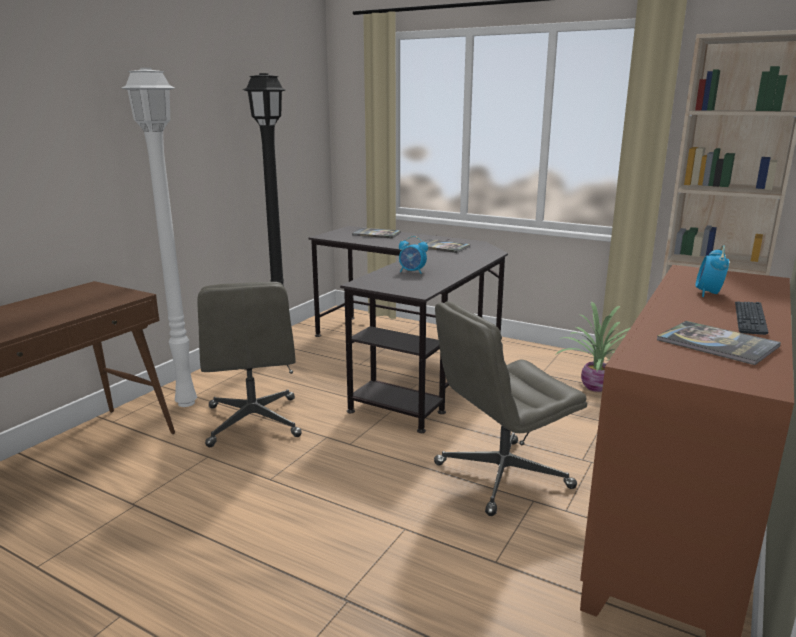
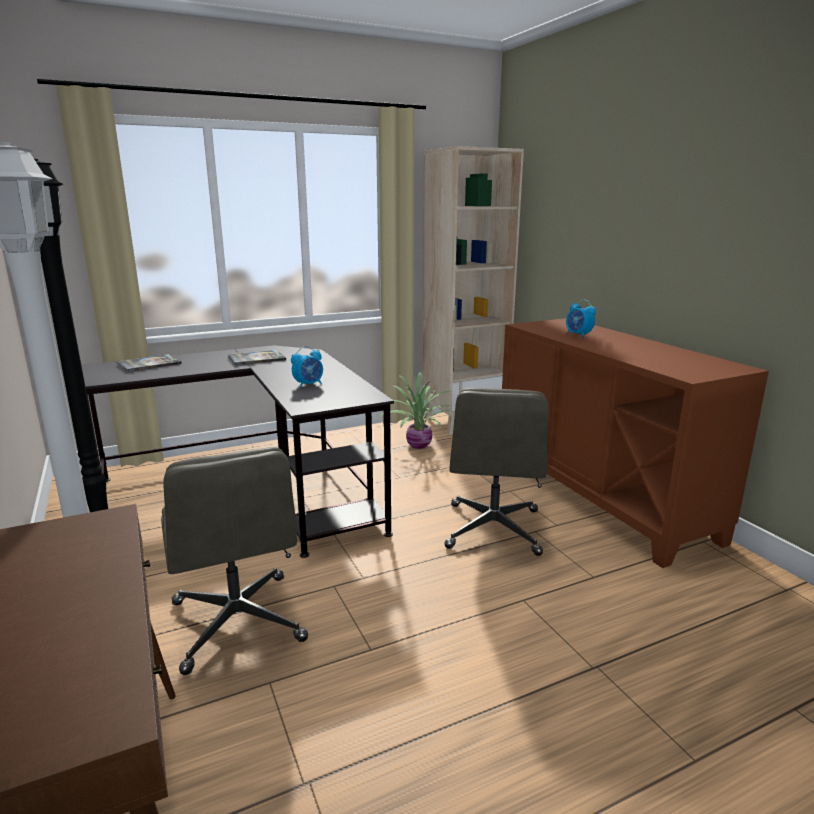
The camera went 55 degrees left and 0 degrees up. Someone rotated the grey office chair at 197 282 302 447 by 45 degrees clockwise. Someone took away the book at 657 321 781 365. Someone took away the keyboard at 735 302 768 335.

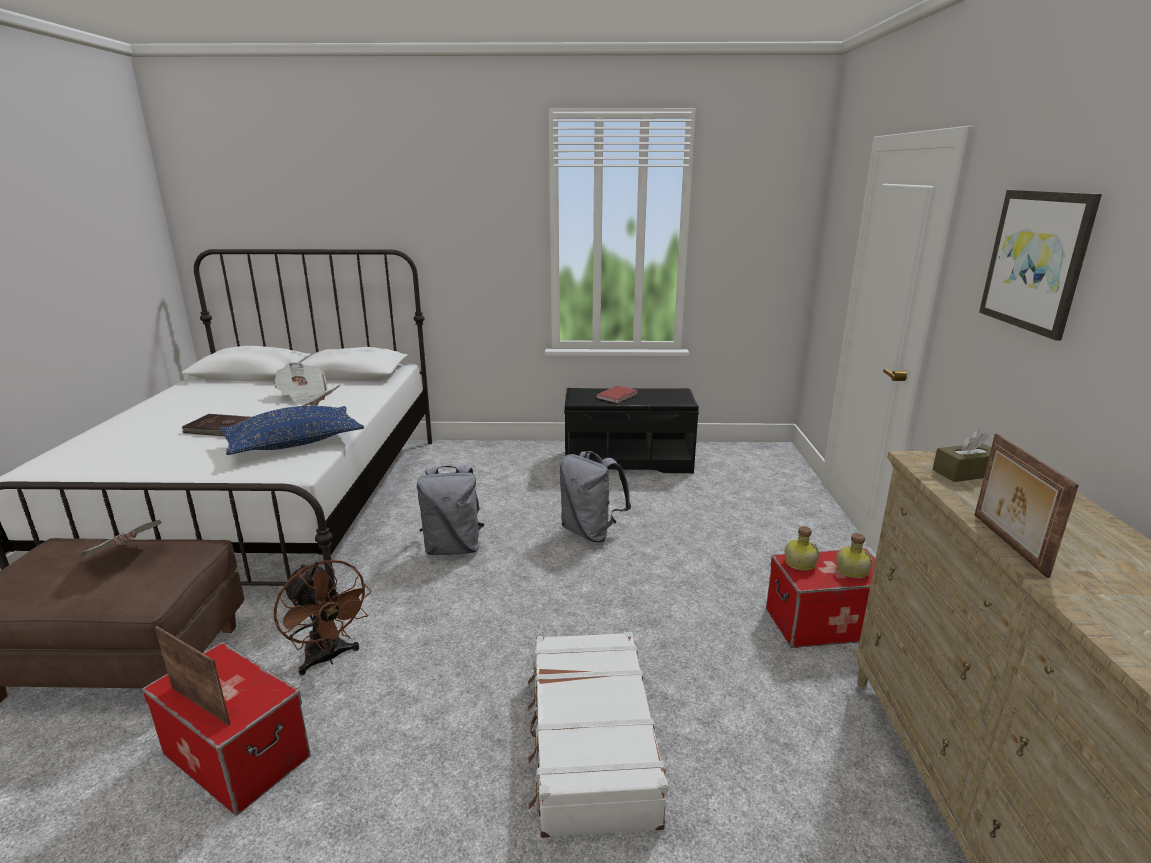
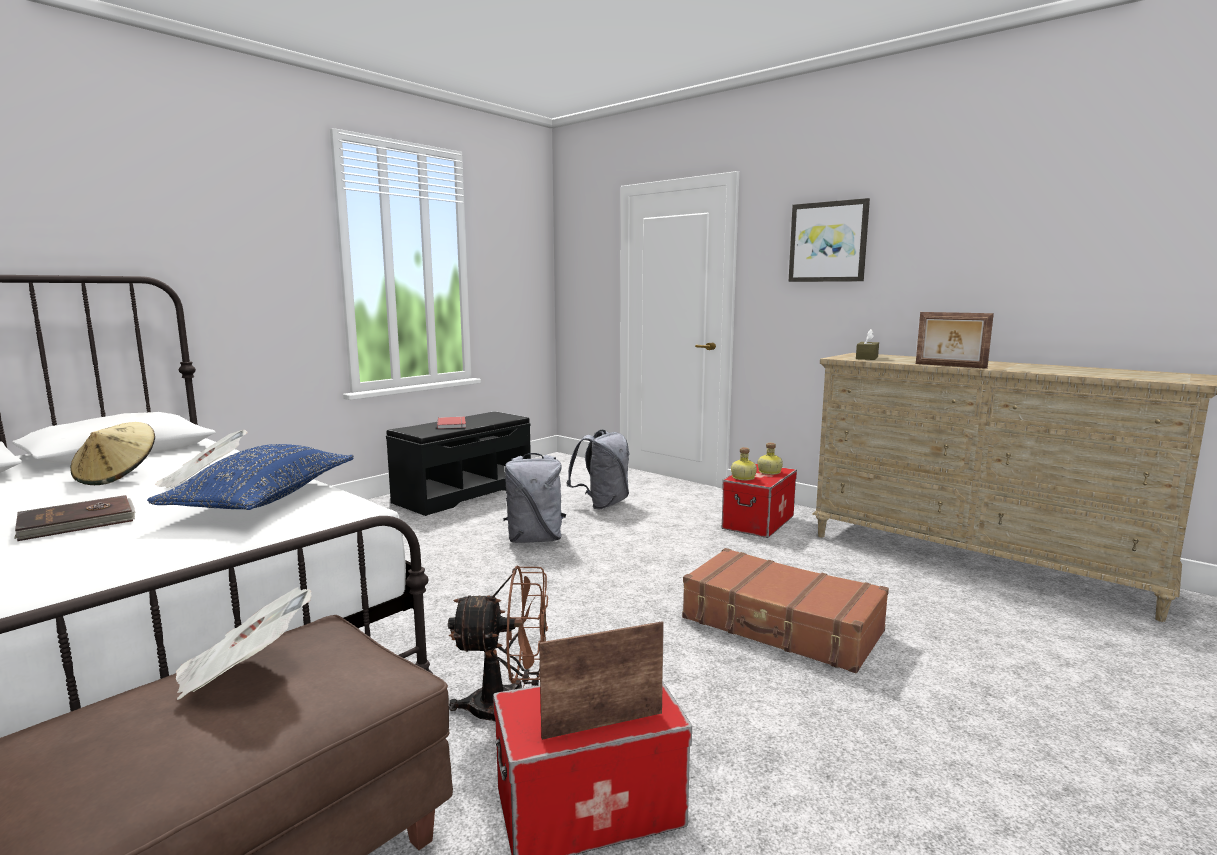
The camera went 50 degrees left and 10 degrees down. Someone swapped the newspaper at 274 362 327 405 for the beige hat at 70 422 155 485. Someone carried the grey backpack from 417 465 484 555 to 567 430 629 509. Someone repainted the white suitcase at 528 632 668 838, which became the brown suitcase at 682 548 889 673.

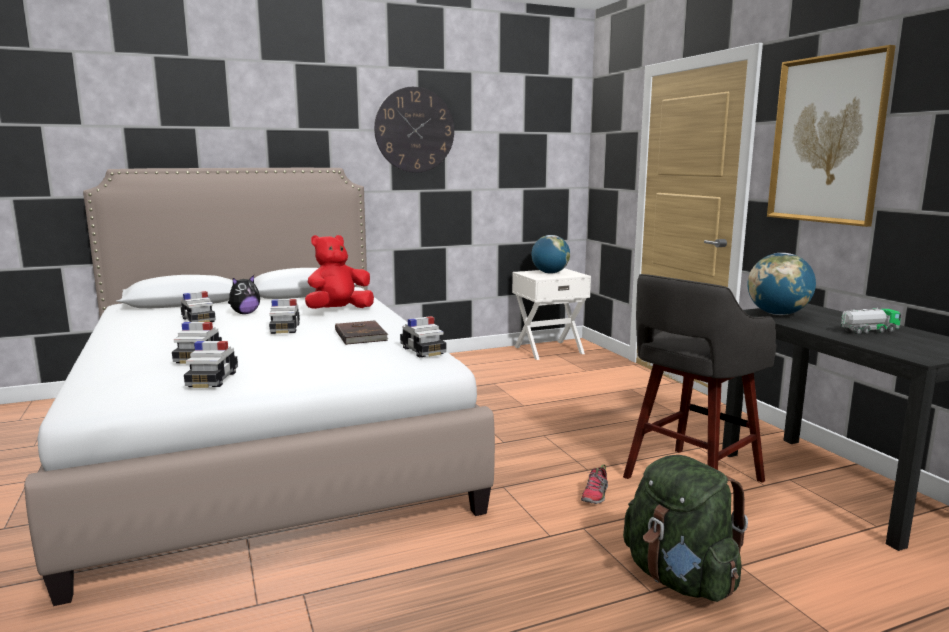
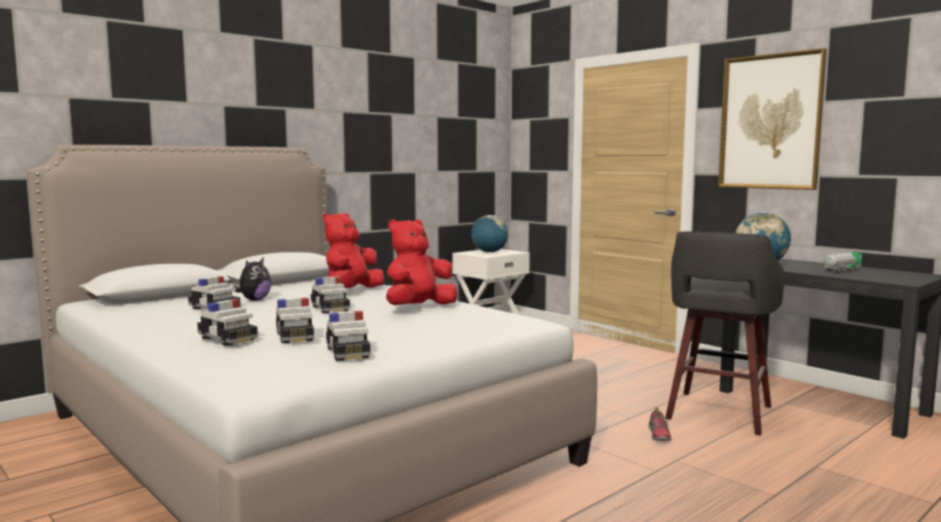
The camera went 20 degrees left and 5 degrees down. Someone swapped the brown book at 335 320 388 345 for the red plush toy at 386 219 458 305. Someone took away the wall clock at 374 87 454 173. Someone carried the toy car from 400 316 447 358 to 197 299 258 346. Someone took away the green backpack at 623 455 748 602.

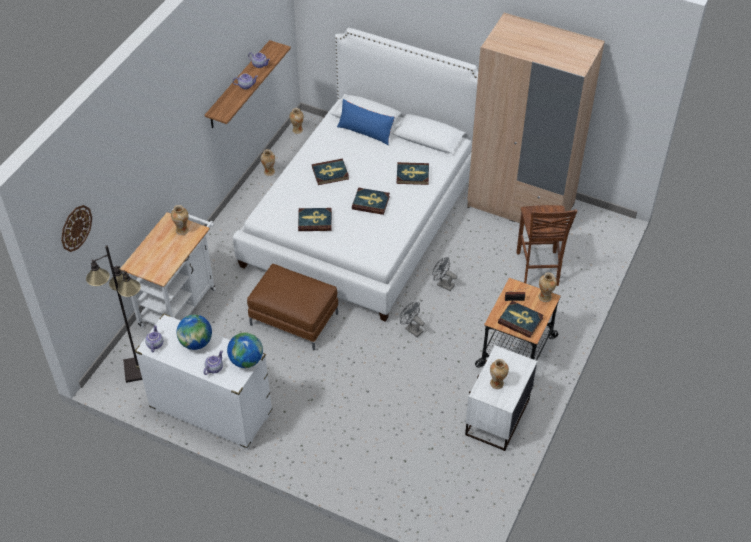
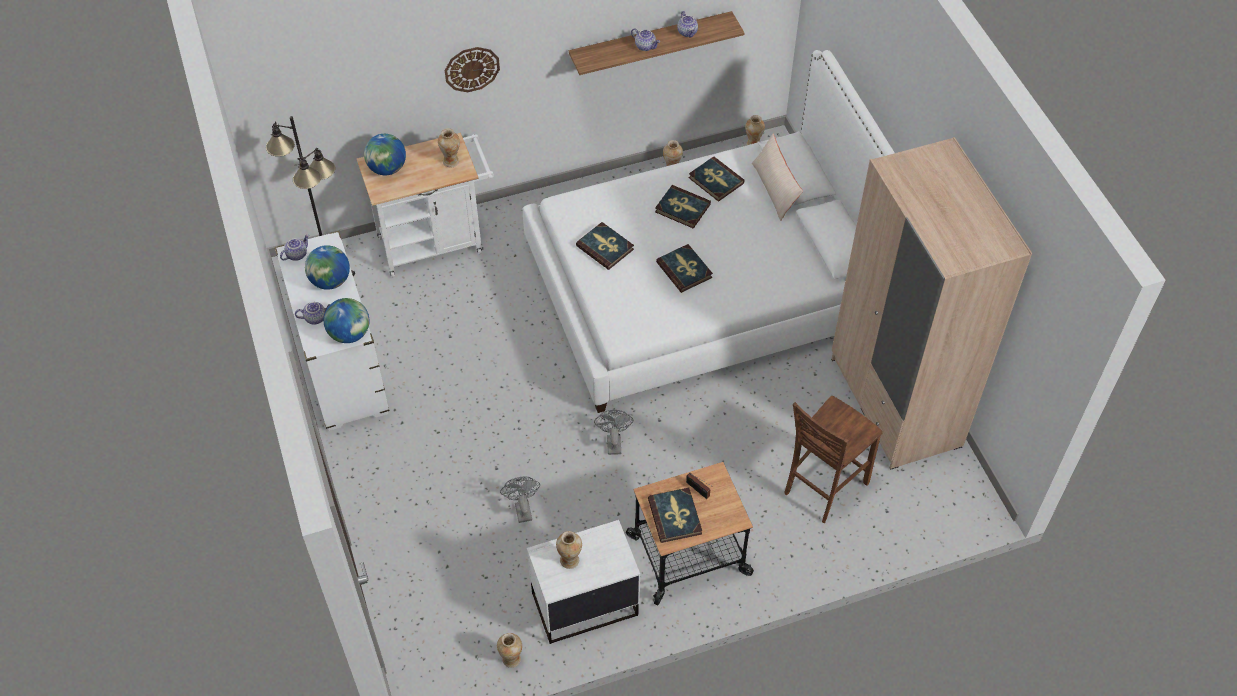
The camera went 45 degrees right and 5 degrees up. Someone carried the wall clock from 61 205 92 252 to 445 47 500 92. Someone took away the brown ottoman at 247 264 338 350. Someone repainted the blue pillow at 337 99 395 145, which became the beige pillow at 752 134 803 221. Someone carried the book from 397 162 429 185 to 689 156 745 202. Someone carried the grey fan from 432 257 457 291 to 500 477 540 523. Someone carried the vase from 538 272 557 302 to 497 633 522 668. Someone put down the globe at 364 134 406 175.

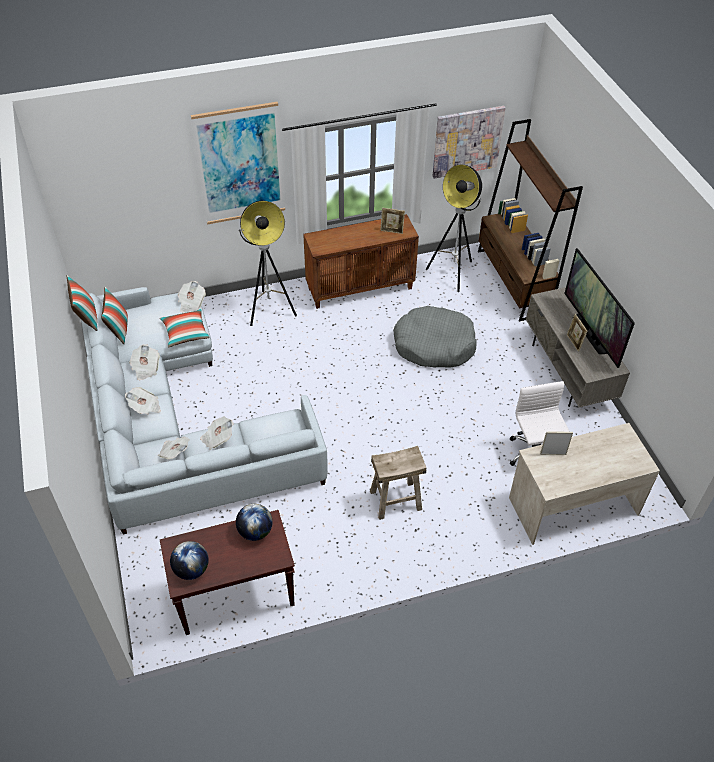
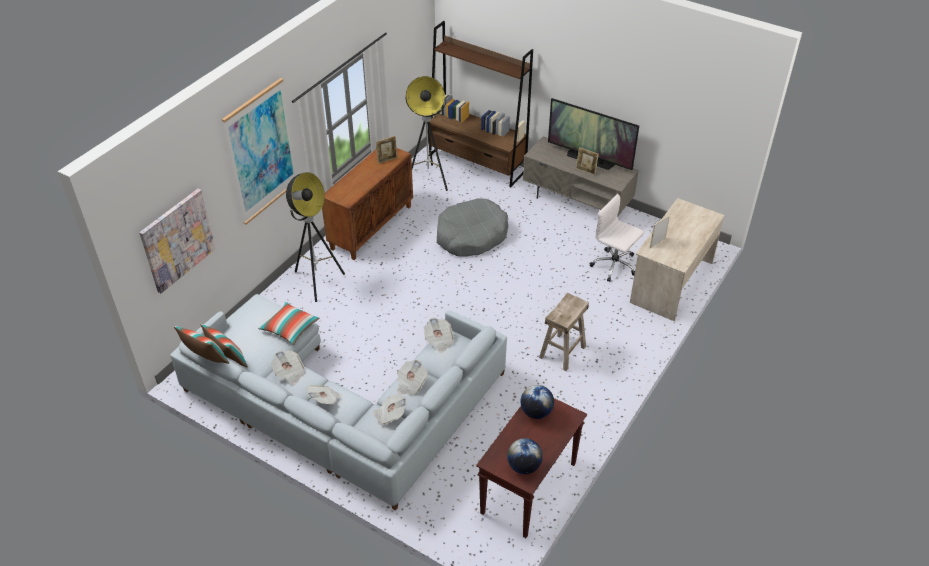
The camera went 40 degrees left and 5 degrees down. Someone carried the newspaper from 178 281 206 313 to 424 317 454 353. Someone carried the picture from 433 106 506 179 to 139 189 216 293.

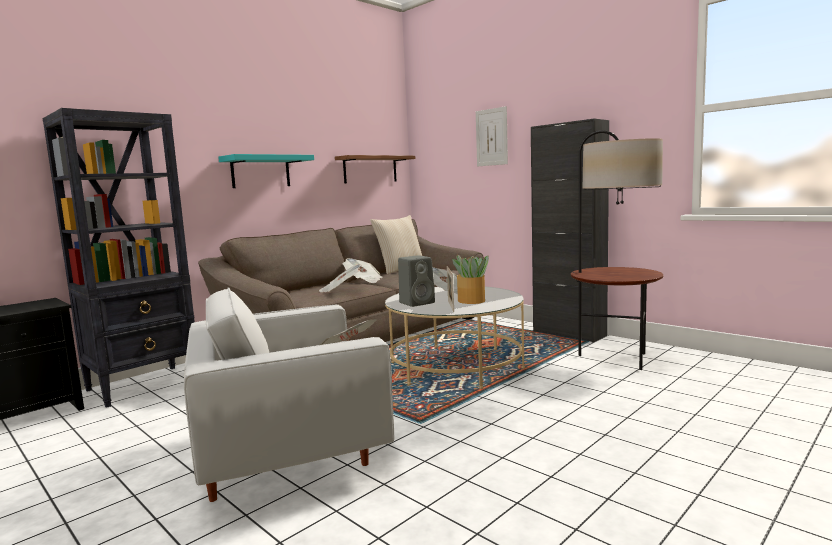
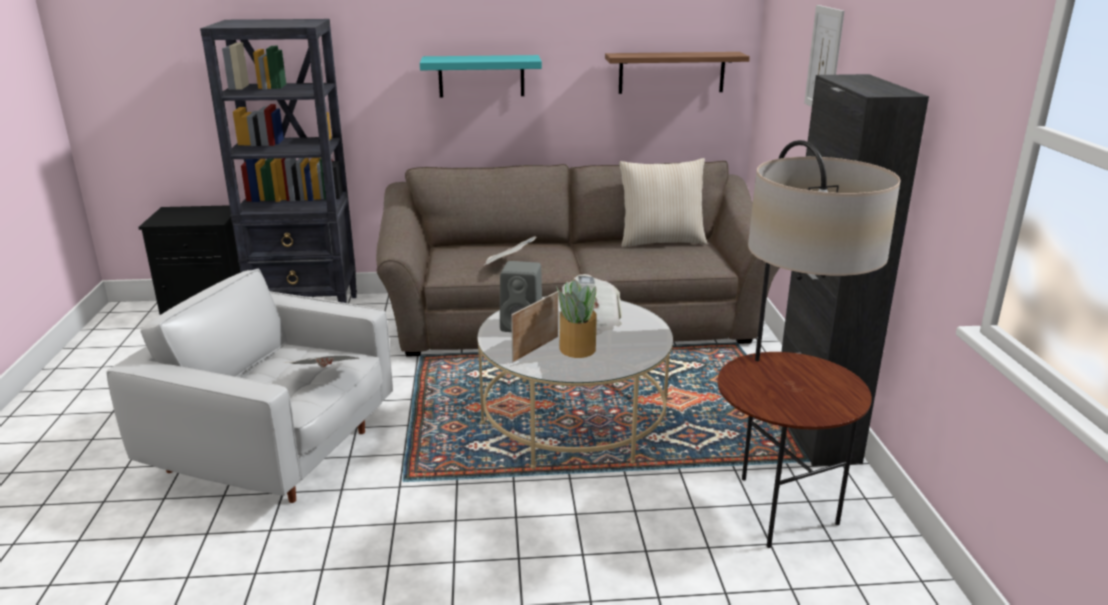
The camera went 40 degrees right and 15 degrees up. Someone took away the newspaper at 343 258 382 283.

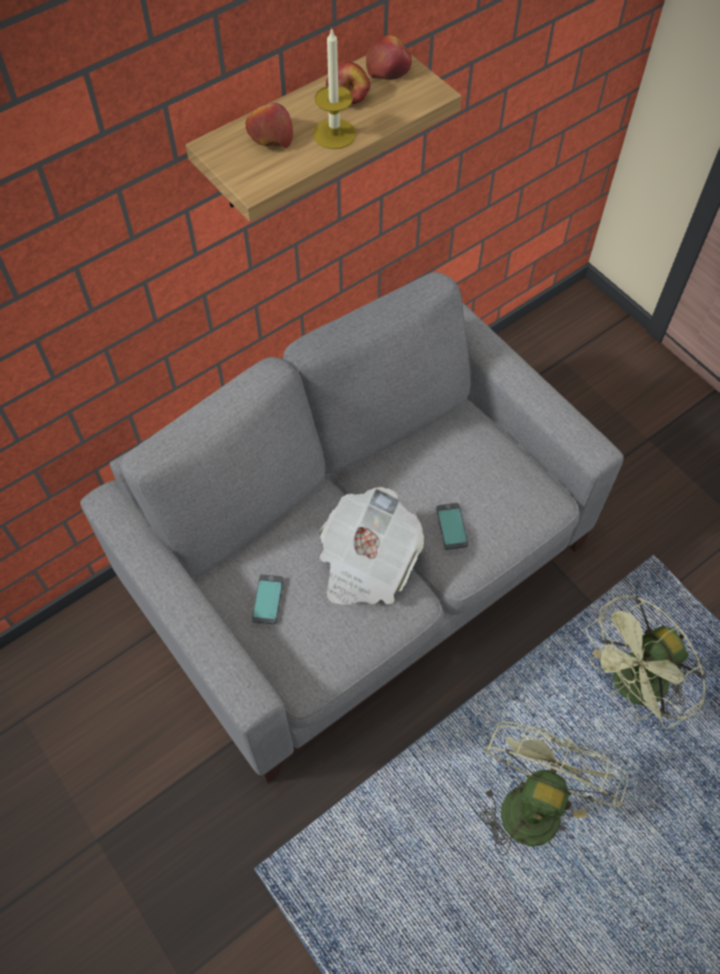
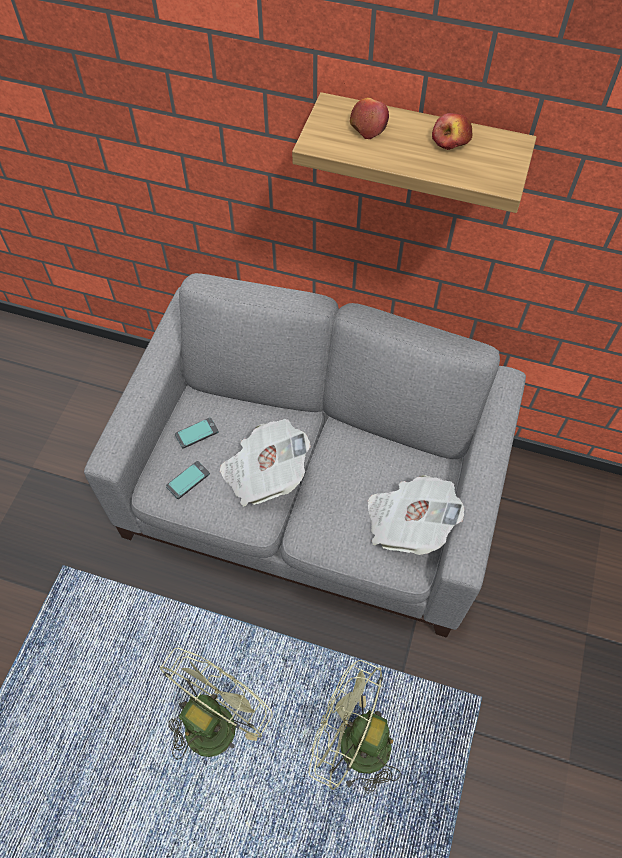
The camera went 55 degrees right and 0 degrees up. Someone took away the candle at 313 27 356 149. Someone took away the apple at 366 35 412 80. Someone carried the phone from 436 503 468 550 to 166 461 210 499. Someone rotated the green fan at 480 721 629 856 by 45 degrees counterclockwise. Someone put down the newspaper at 368 475 464 555.

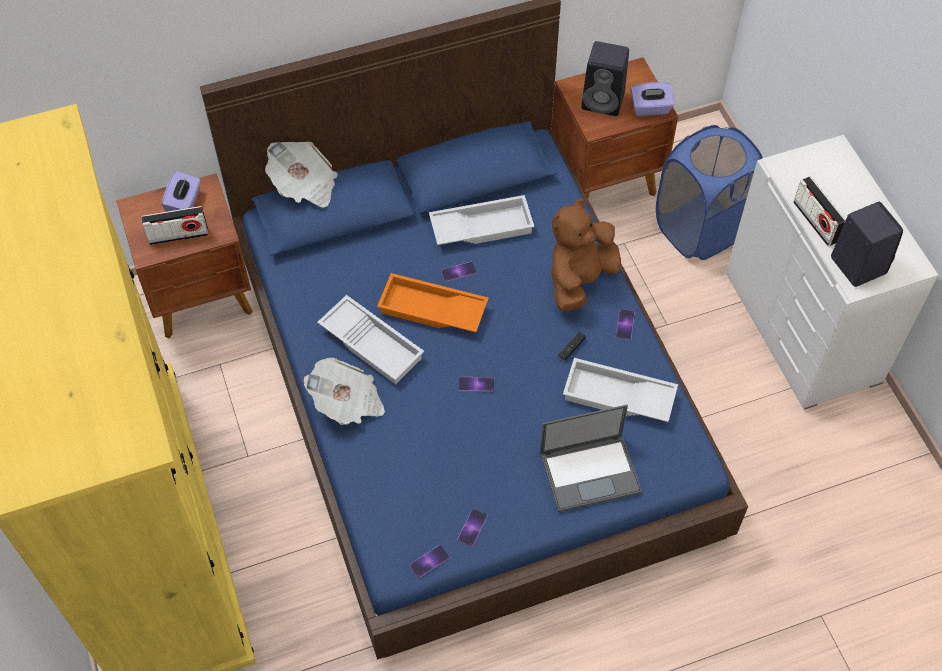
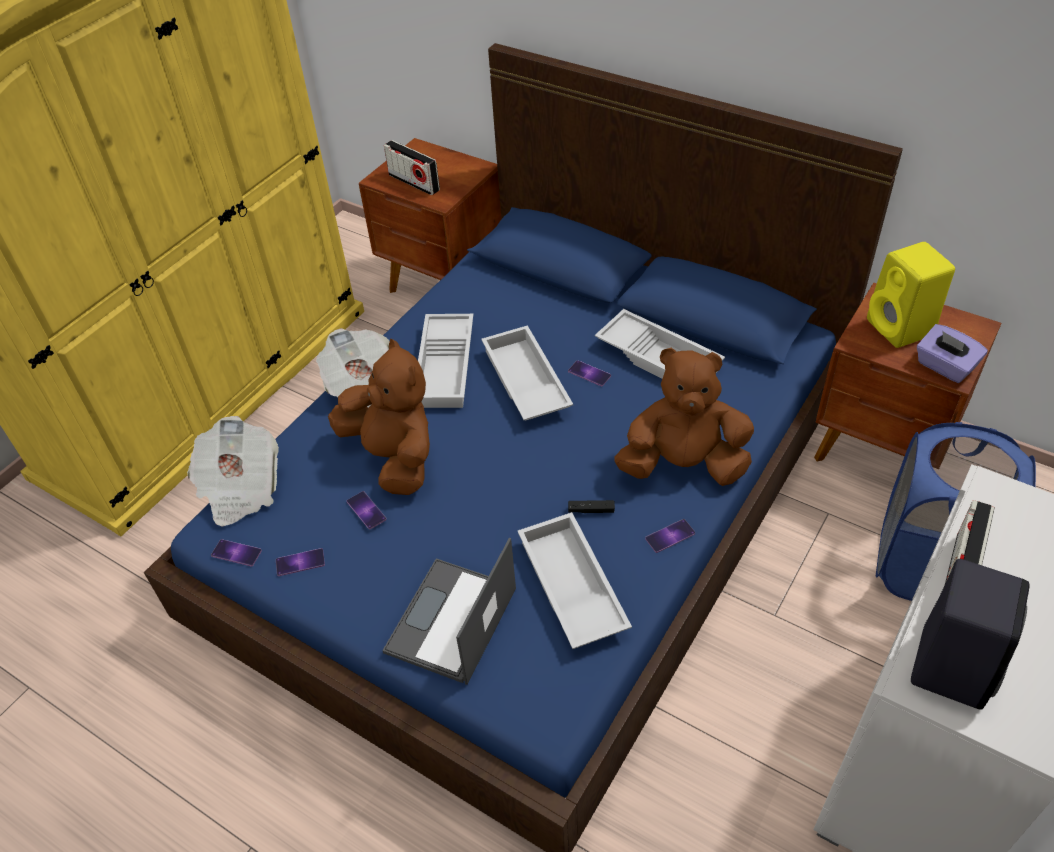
The camera went 55 degrees right and 10 degrees down. Someone took away the purple tissue box at 162 171 201 211. Someone carried the newspaper from 265 142 338 208 to 187 416 279 527. Someone repainted the orange tray at 377 273 489 332, which became the white tray at 481 325 573 420. Someone carried the phone from 459 377 494 392 to 347 491 387 529. Someone rotated the laptop at 540 405 642 512 by 75 degrees clockwise. Someone repainted the black speaker at 581 41 629 116, which became the yellow speaker at 867 242 955 348. Someone put down the brown plush toy at 328 339 430 495.

